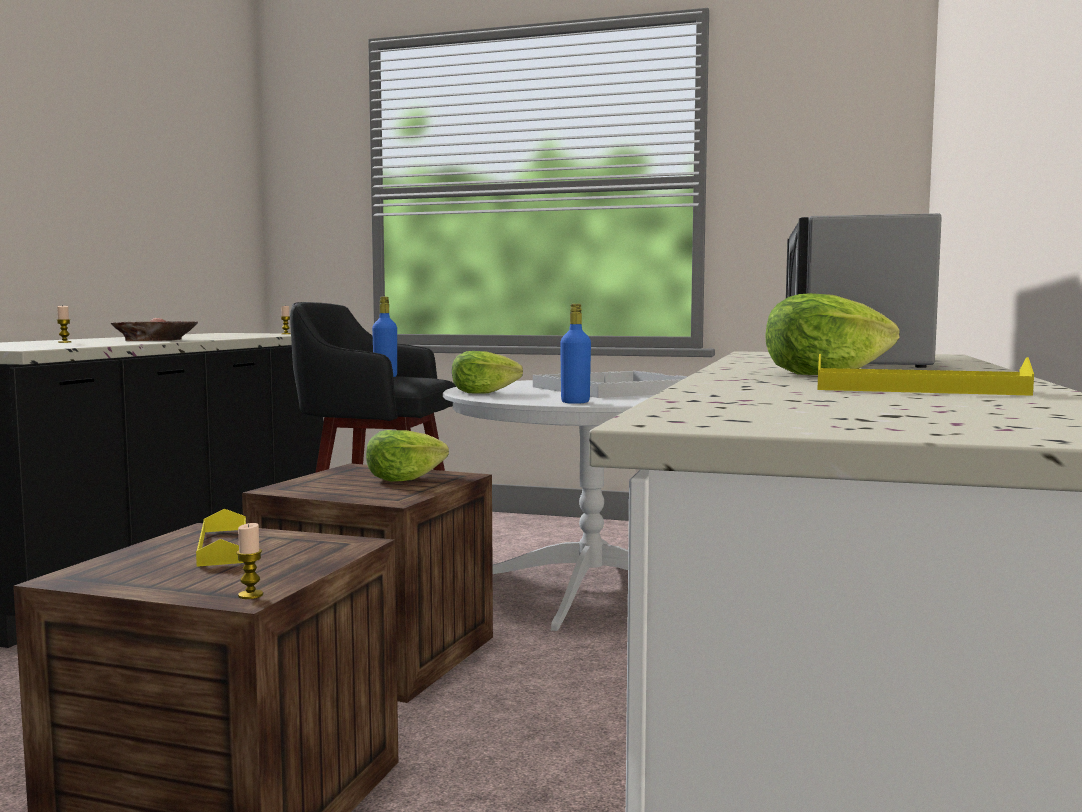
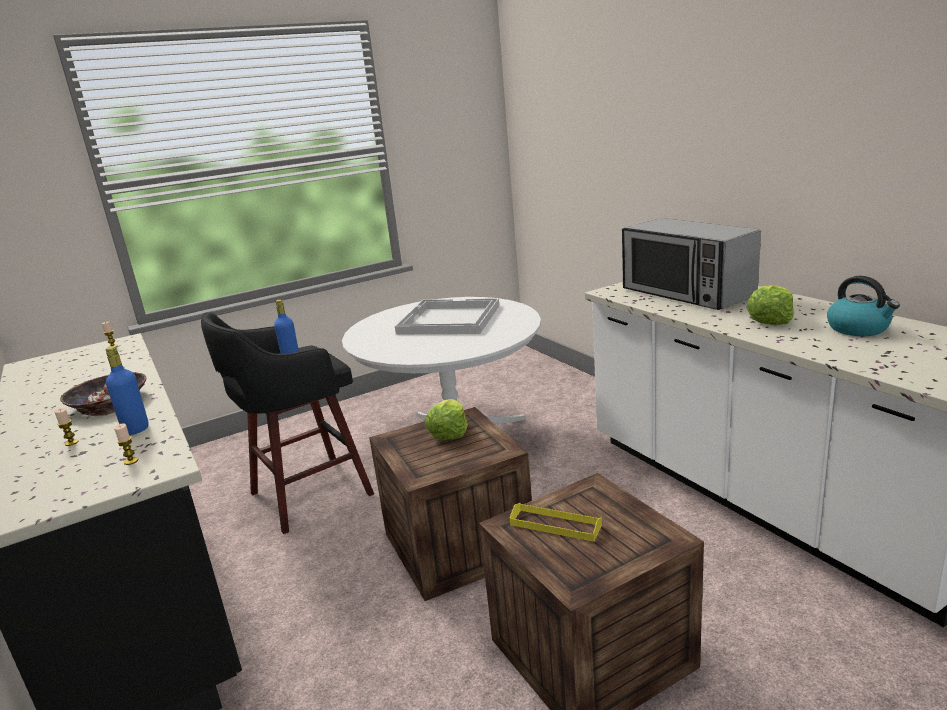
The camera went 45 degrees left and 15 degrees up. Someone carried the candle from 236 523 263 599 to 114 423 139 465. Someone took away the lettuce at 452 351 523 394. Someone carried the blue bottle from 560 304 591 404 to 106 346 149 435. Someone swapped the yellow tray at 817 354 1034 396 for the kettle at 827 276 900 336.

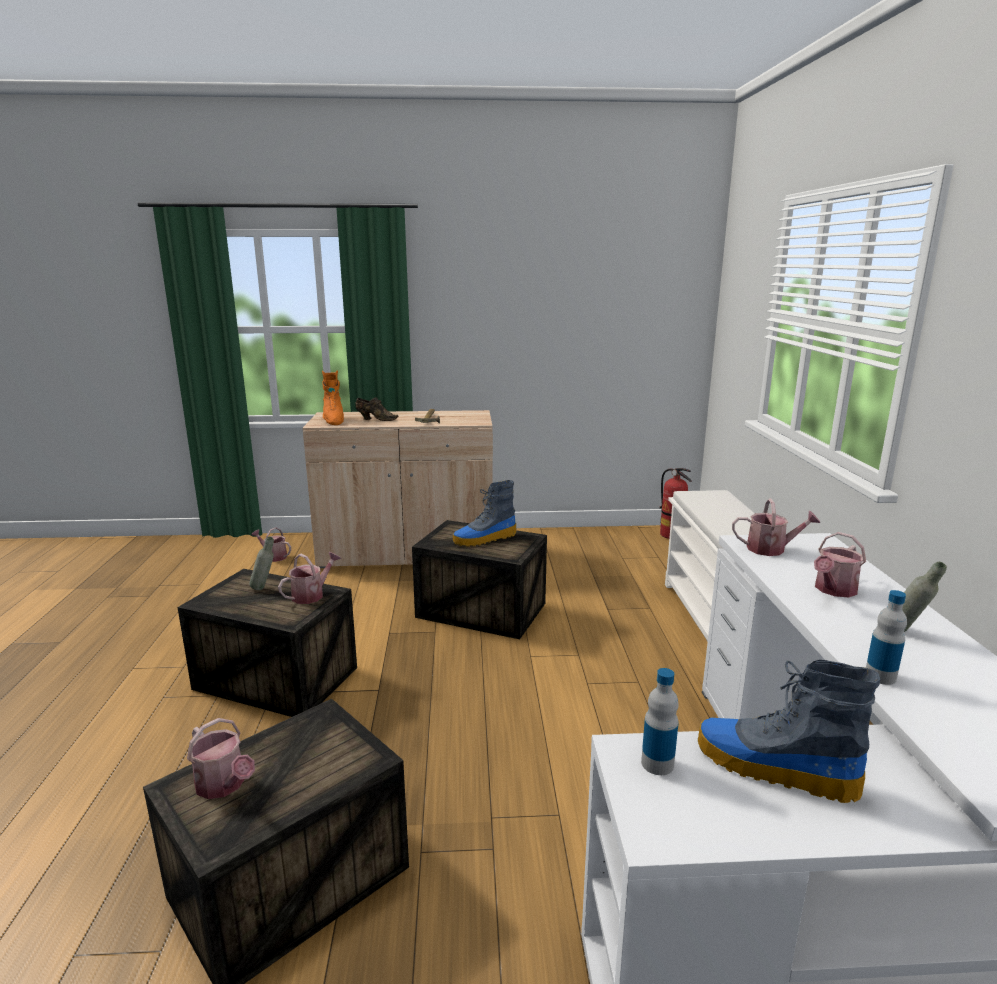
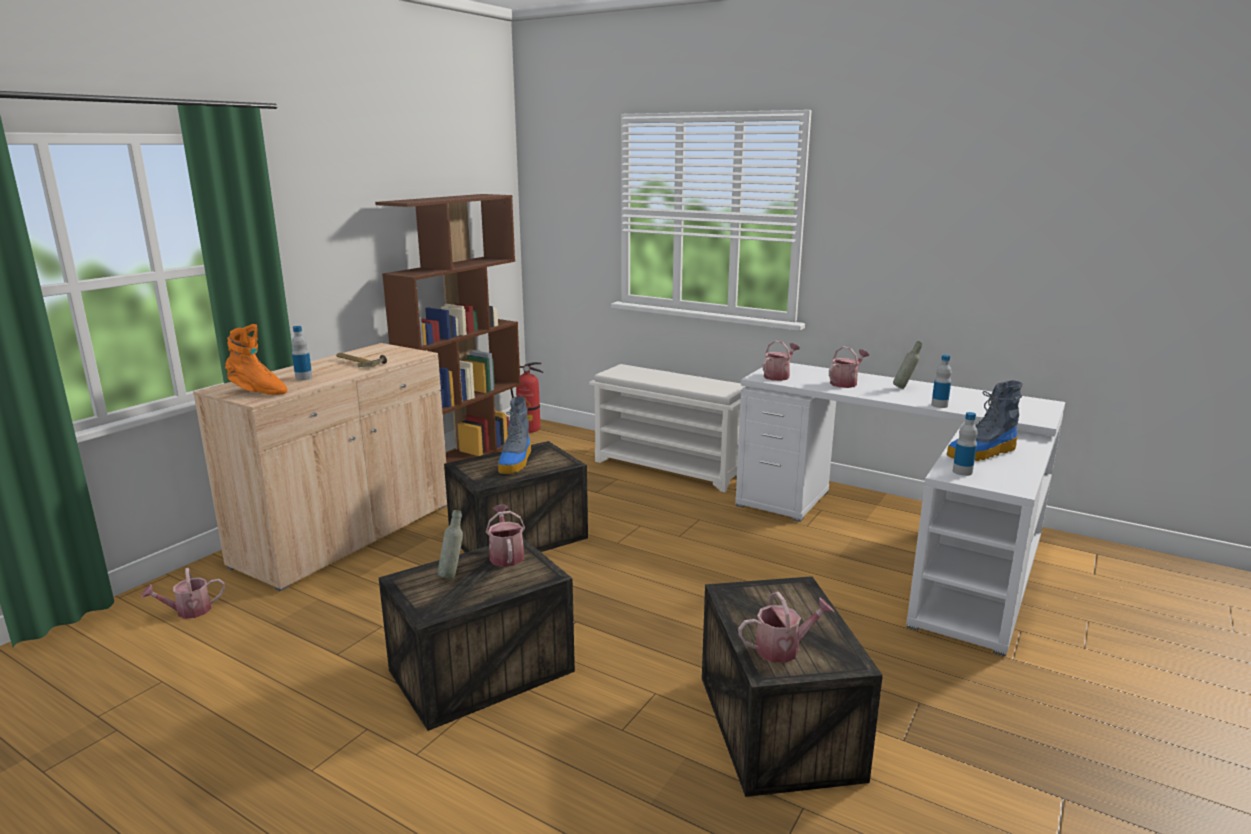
The camera went 55 degrees left and 0 degrees up. Someone swapped the brown shoe at 355 397 399 421 for the bottle at 291 326 312 381. Someone rotated the watering can at 814 532 866 597 by 120 degrees counterclockwise. Someone put down the brown bookcase at 375 194 521 463.

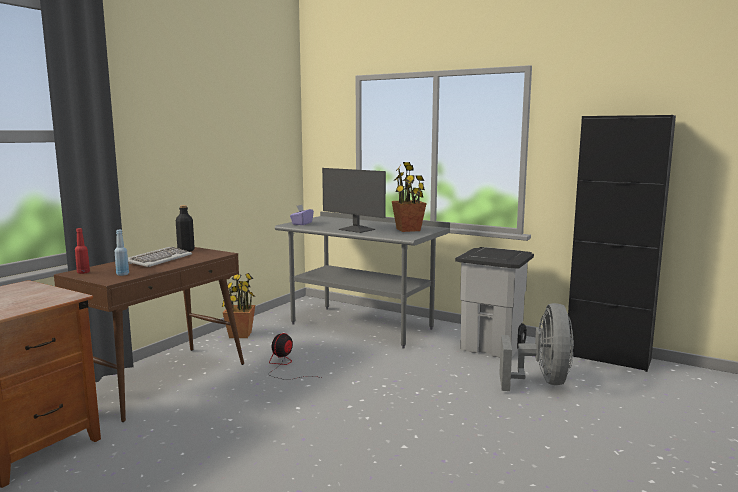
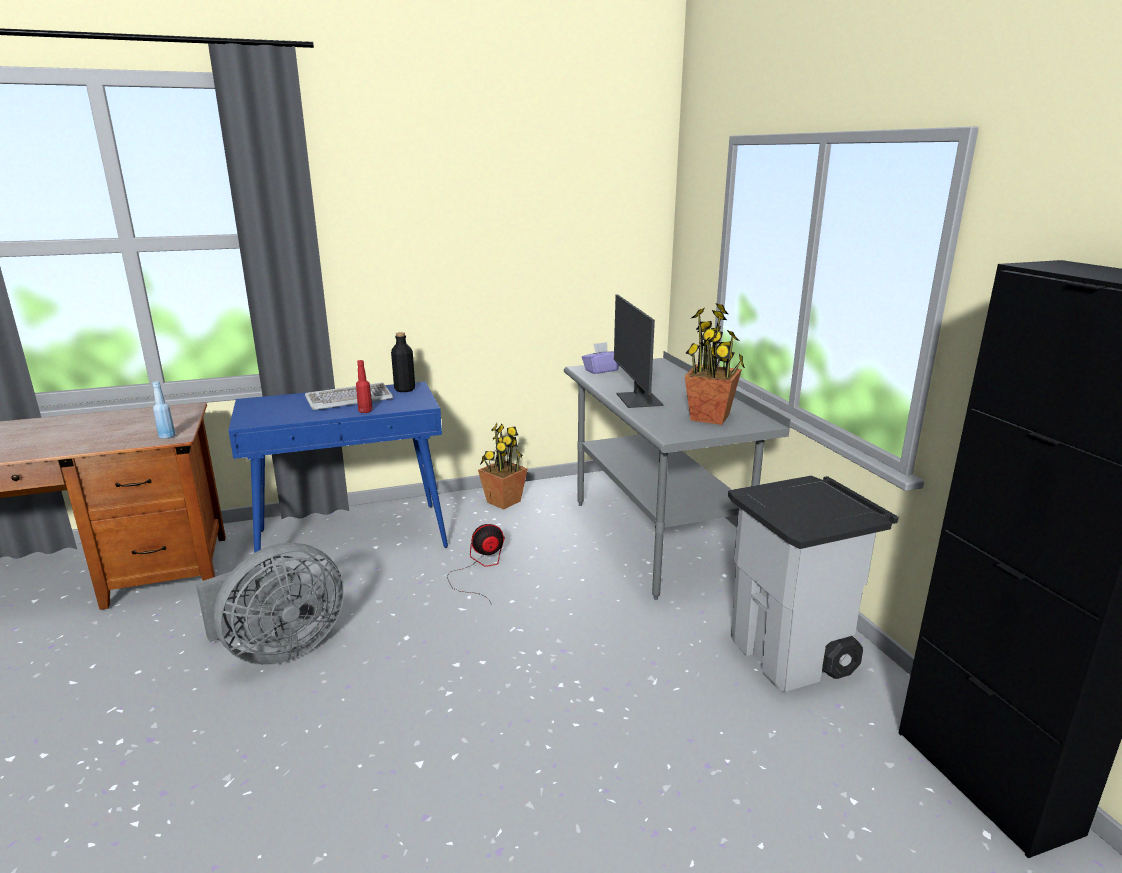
The camera went 40 degrees right and 10 degrees up. Someone repainted the brown console table at 54 247 244 422, which became the blue console table at 228 381 448 565. Someone carried the red bottle from 75 228 90 274 to 356 360 373 413. Someone carried the blue bottle from 115 230 129 276 to 152 381 175 439. Someone carried the grey fan from 499 303 574 391 to 196 543 344 665.

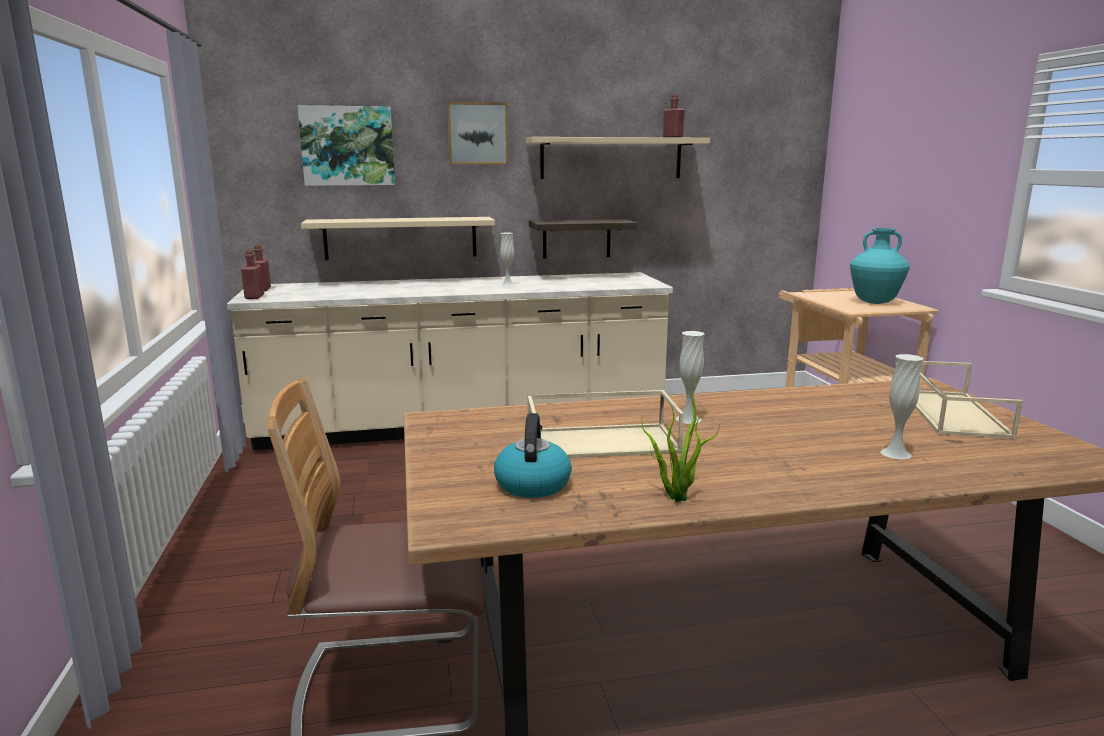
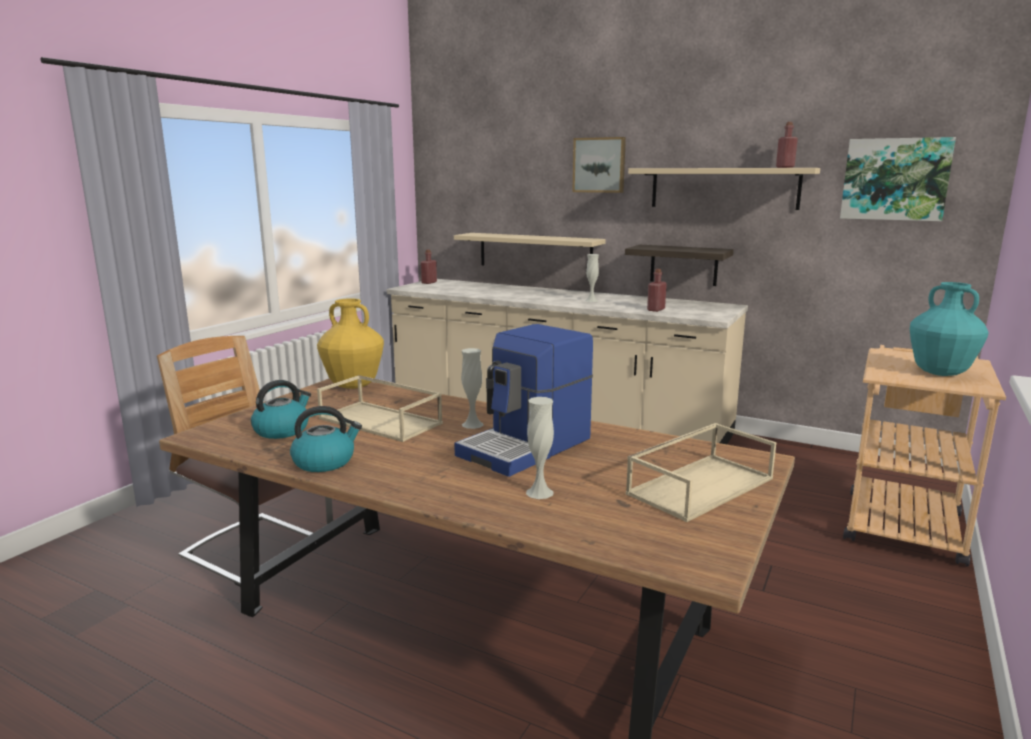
The camera went 40 degrees right and 0 degrees up. Someone carried the red bottle from 241 250 264 299 to 647 269 667 312. Someone carried the picture from 297 105 395 186 to 840 137 956 221. Someone swapped the potted plant at 641 376 720 502 for the kettle at 290 406 362 472. Someone put down the yellow vase at 317 298 384 389. Someone put down the coffee machine at 454 324 593 477.

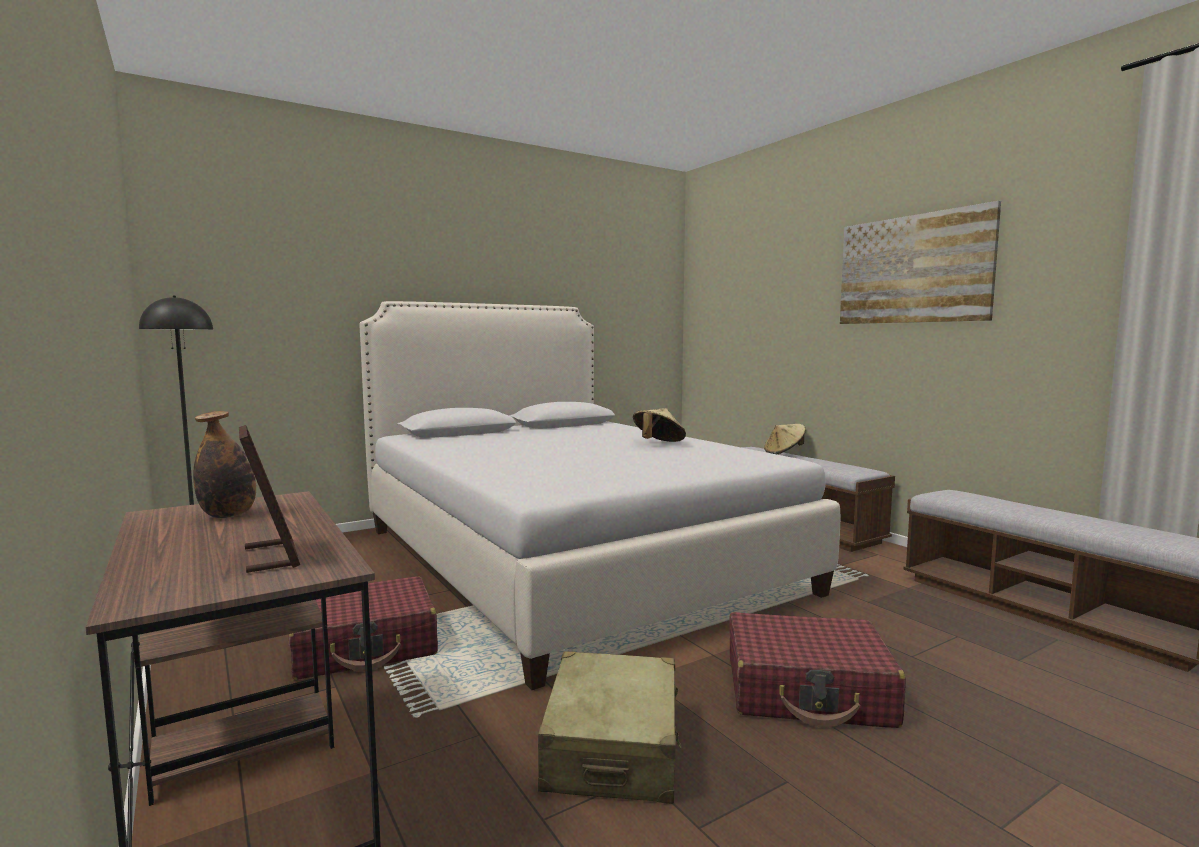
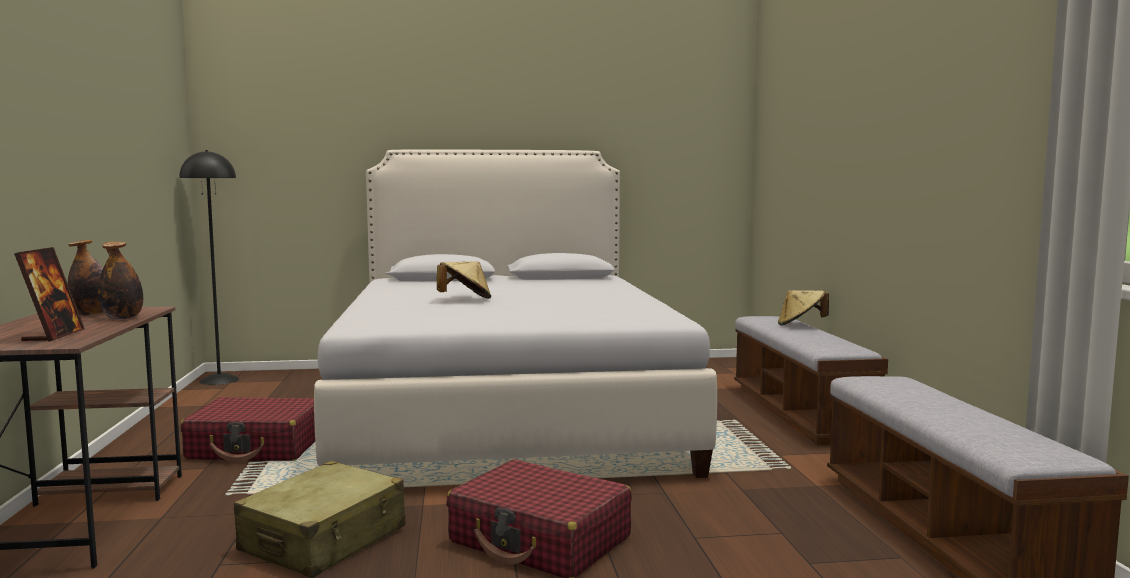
The camera went 25 degrees right and 0 degrees up. Someone carried the beige hat from 633 408 686 442 to 437 261 491 299. Someone took away the picture at 840 201 1001 324. Someone put down the bottle at 98 241 143 320.

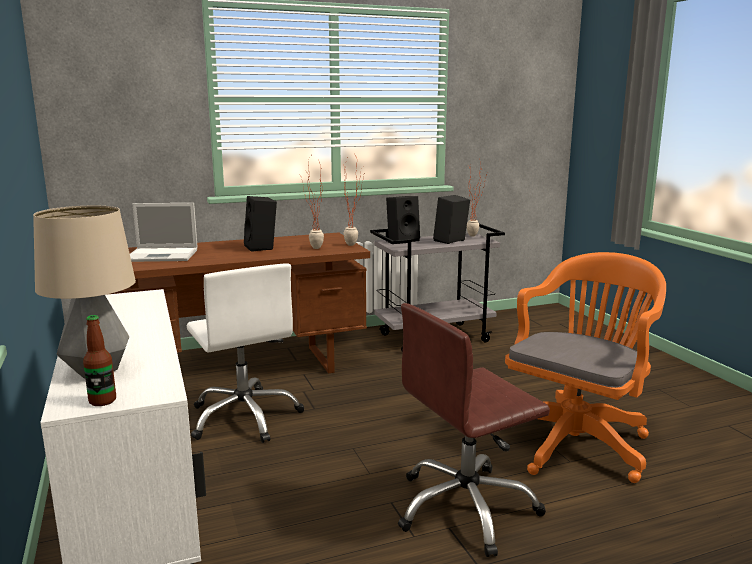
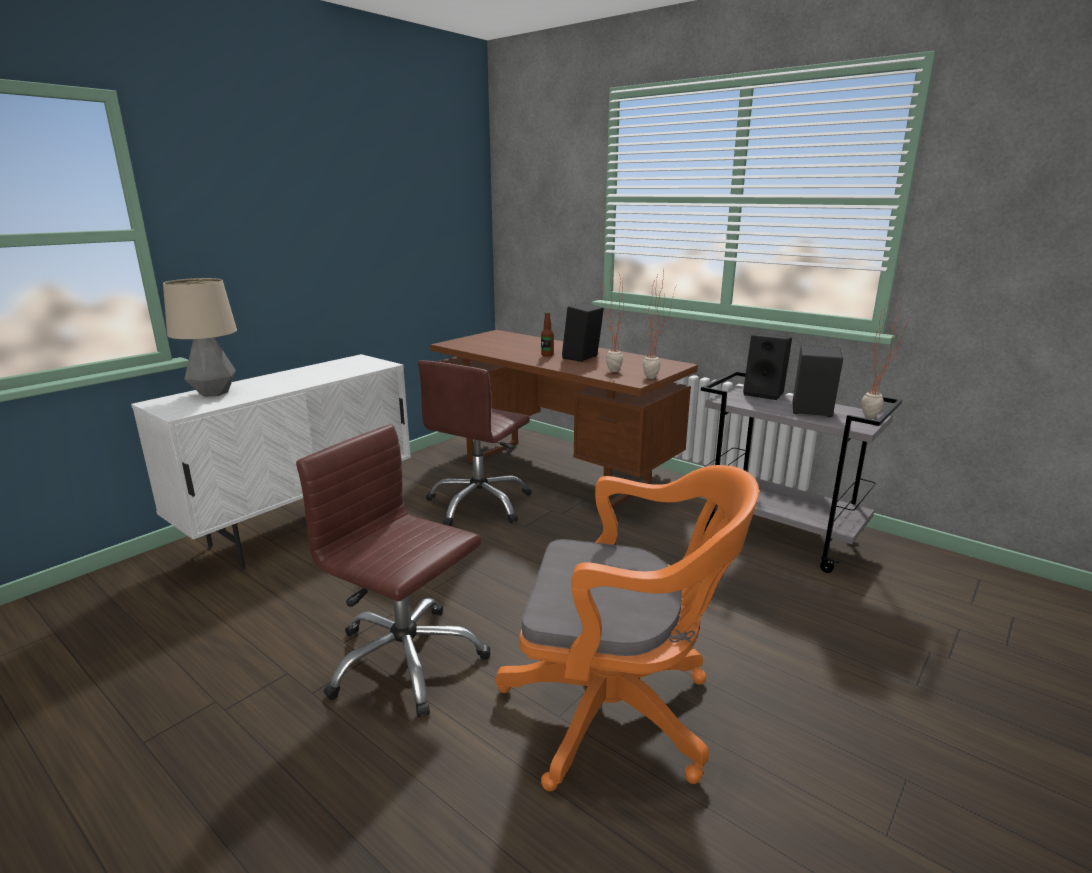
The camera went 60 degrees right and 5 degrees up. Someone carried the bottle from 83 315 116 406 to 541 312 554 357. Someone took away the laptop at 130 203 198 262. Someone repainted the white office chair at 187 263 304 443, which became the brown office chair at 418 360 532 526.

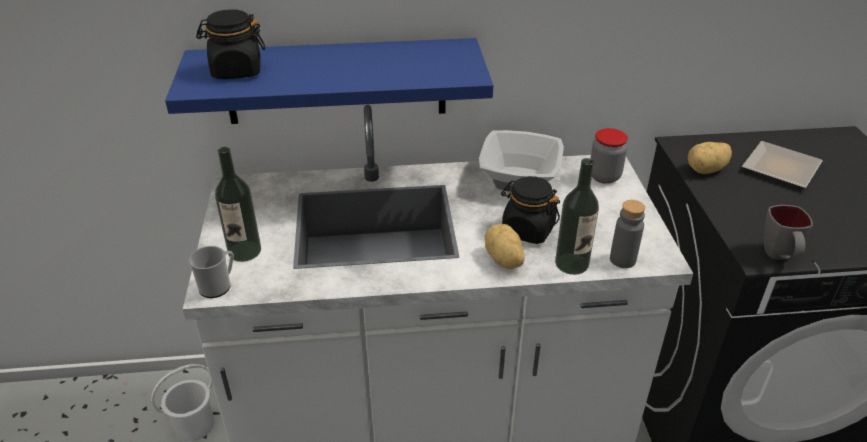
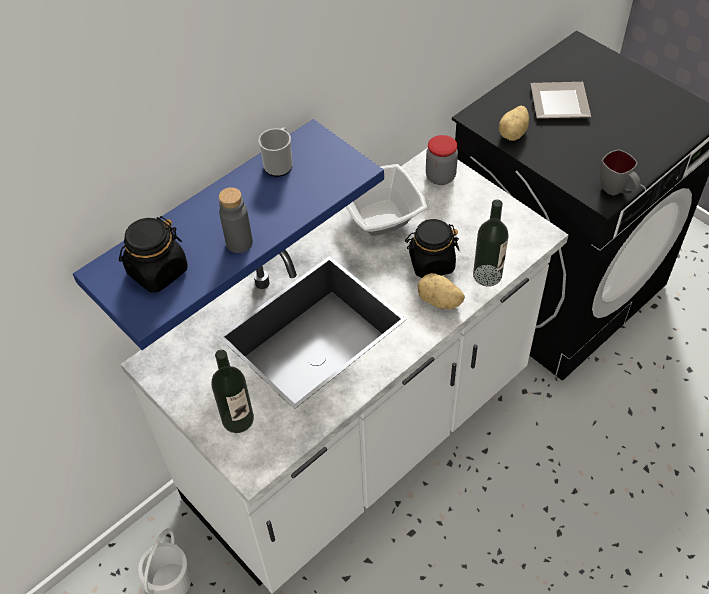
The camera went 35 degrees left and 15 degrees up. Someone carried the mug from 189 246 234 298 to 258 127 293 177. Someone carried the grey bottle from 610 200 645 268 to 219 187 253 253.

